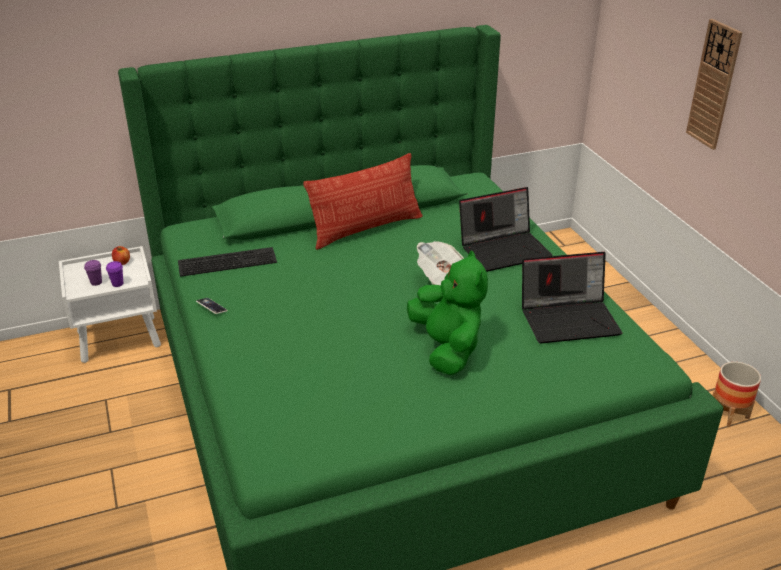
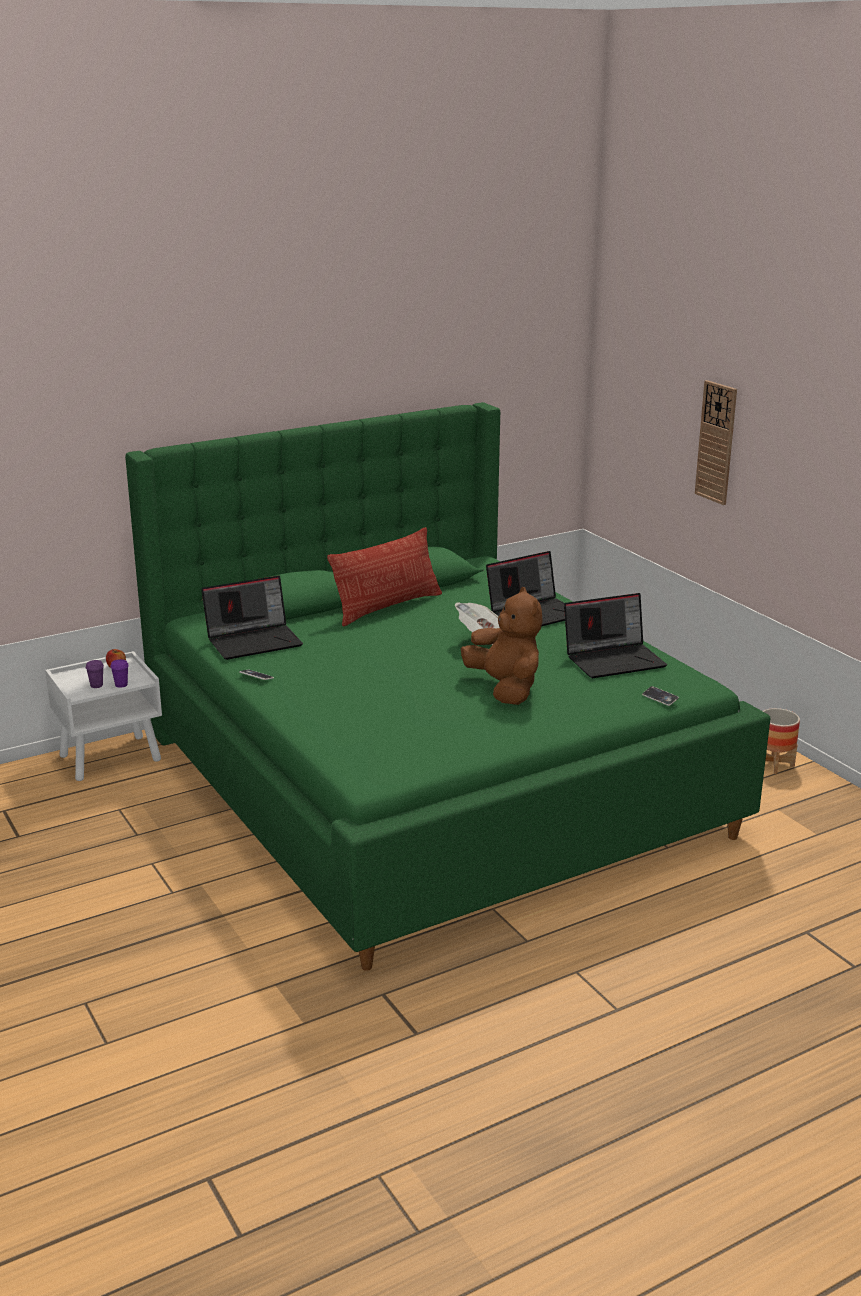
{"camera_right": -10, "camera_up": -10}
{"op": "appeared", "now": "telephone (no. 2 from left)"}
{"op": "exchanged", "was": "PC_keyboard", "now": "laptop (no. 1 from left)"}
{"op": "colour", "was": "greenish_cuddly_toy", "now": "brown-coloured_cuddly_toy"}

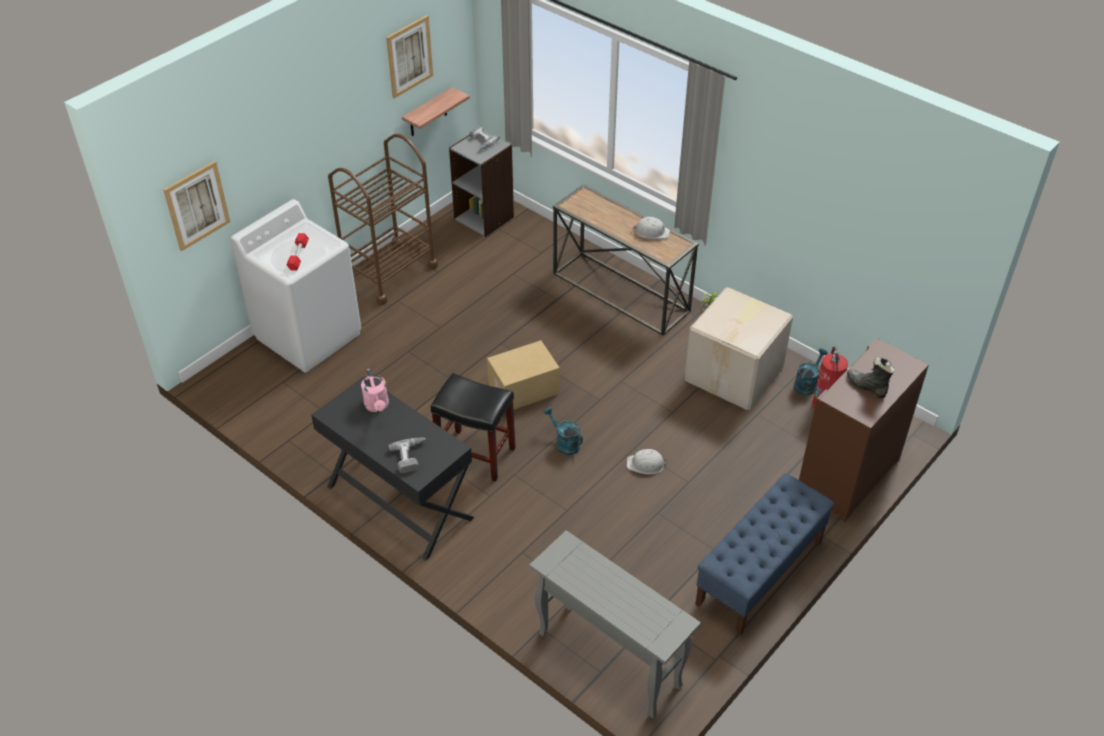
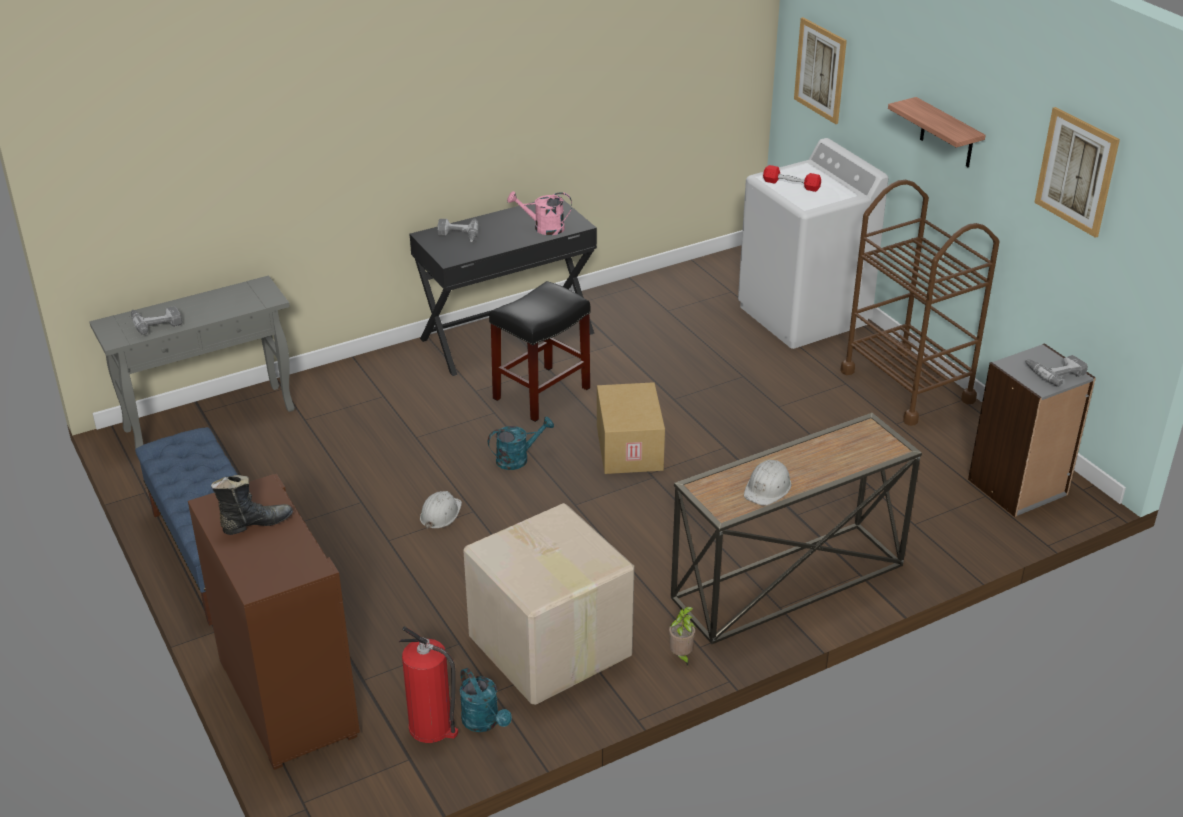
{"camera_right": 110, "camera_up": -10}
{"op": "appeared", "now": "power_drill (no. 1 from left)"}
{"op": "relocated", "was": "bracket_shelf"}

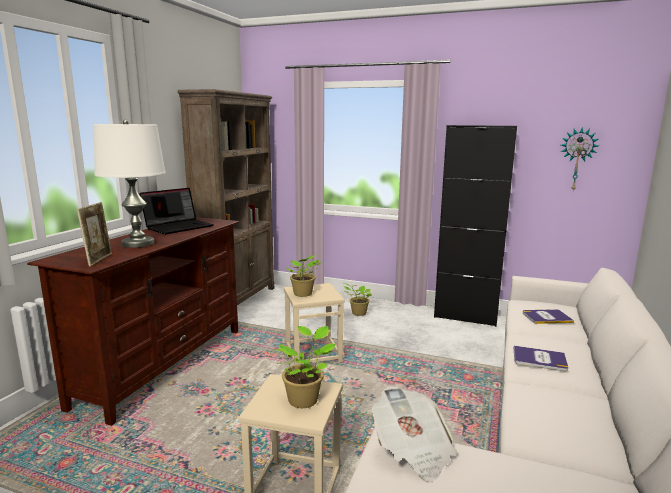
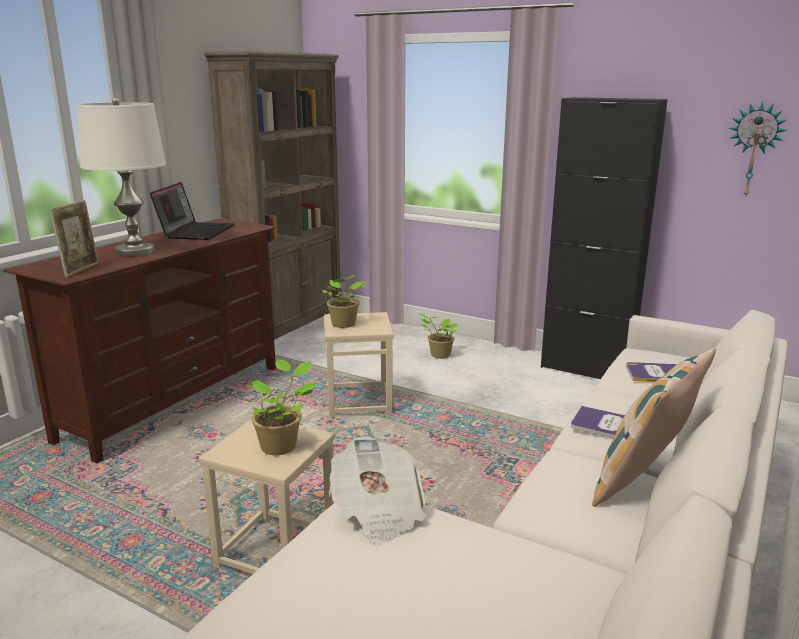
{"camera_right": 10, "camera_up": 5}
{"op": "appeared", "now": "pillow"}
{"op": "spun", "was": "laptop", "clockwise": -45}

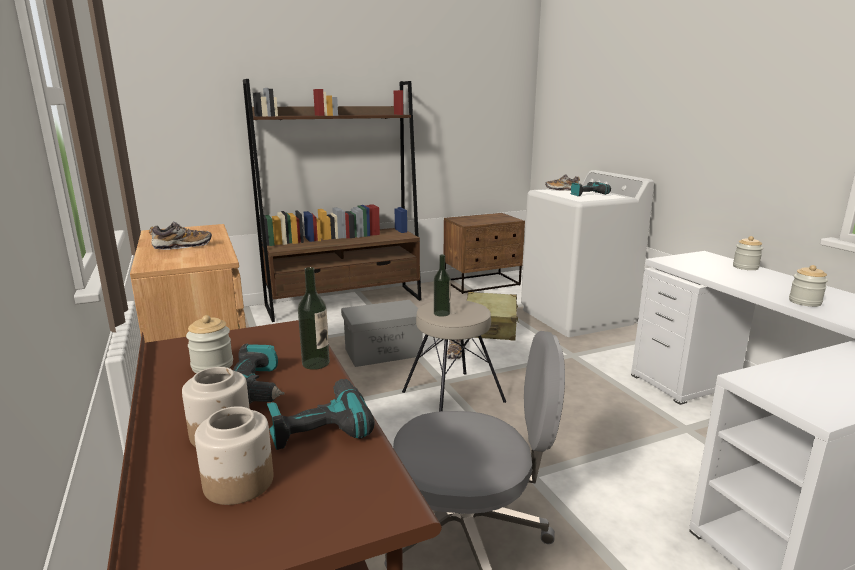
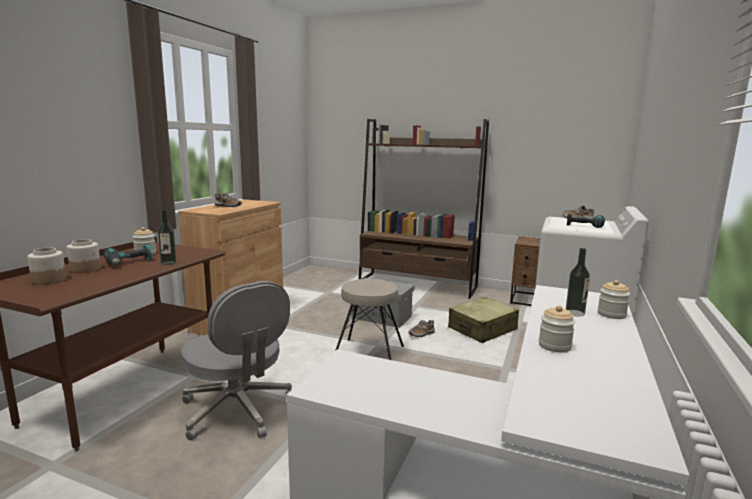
{"camera_right": 45, "camera_up": -5}
{"op": "missing", "was": "power_drill (no. 2 from left)"}
{"op": "relocated", "was": "drink_bottle (no. 2 from left)"}

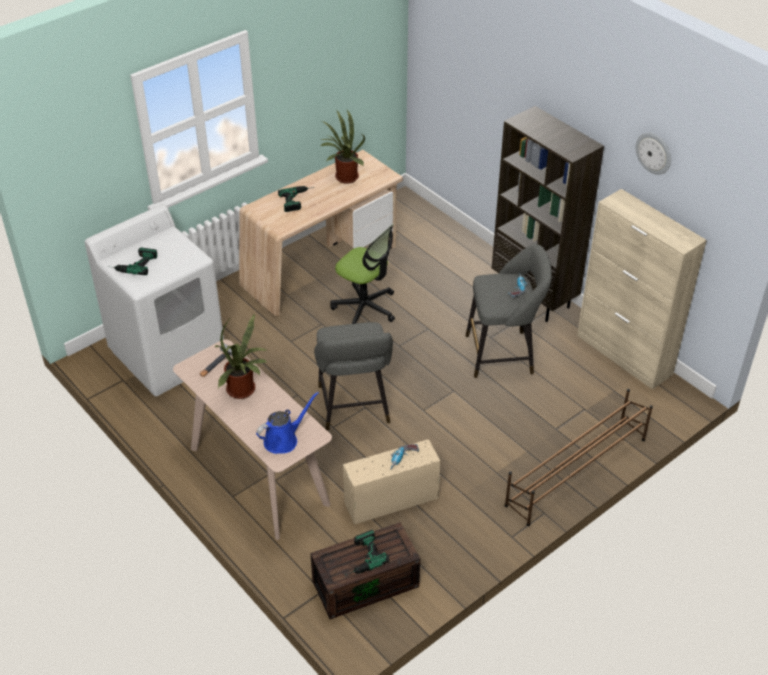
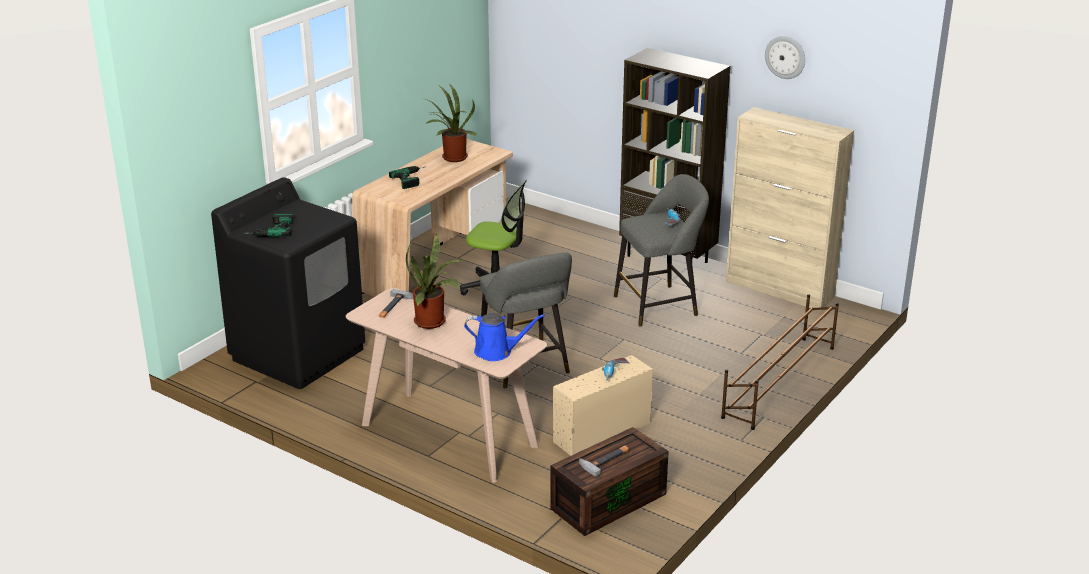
{"camera_right": -15, "camera_up": -15}
{"op": "exchanged", "was": "power_drill (no. 3 from left)", "now": "hand_hammer (no. 2 from left)"}
{"op": "colour", "was": "whitish_washing_machine", "now": "black-coloured_washing_machine"}
{"op": "spun", "was": "blue_watering_pot", "clockwise": 60}

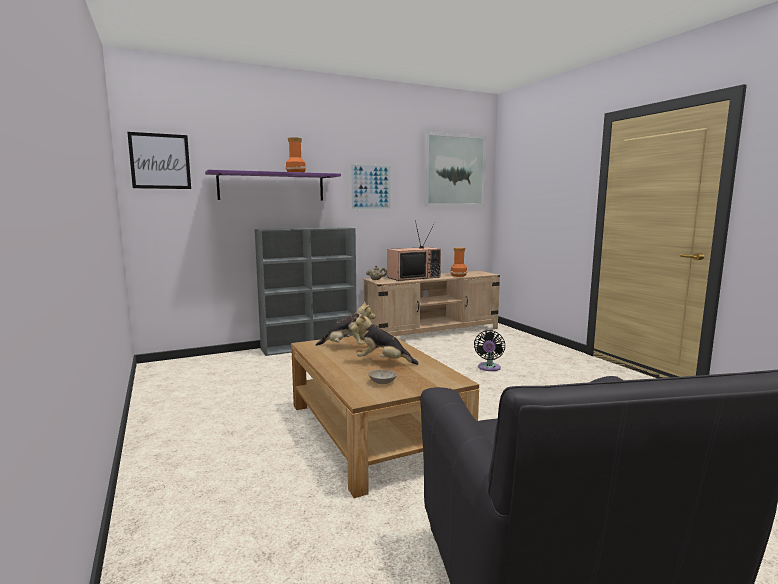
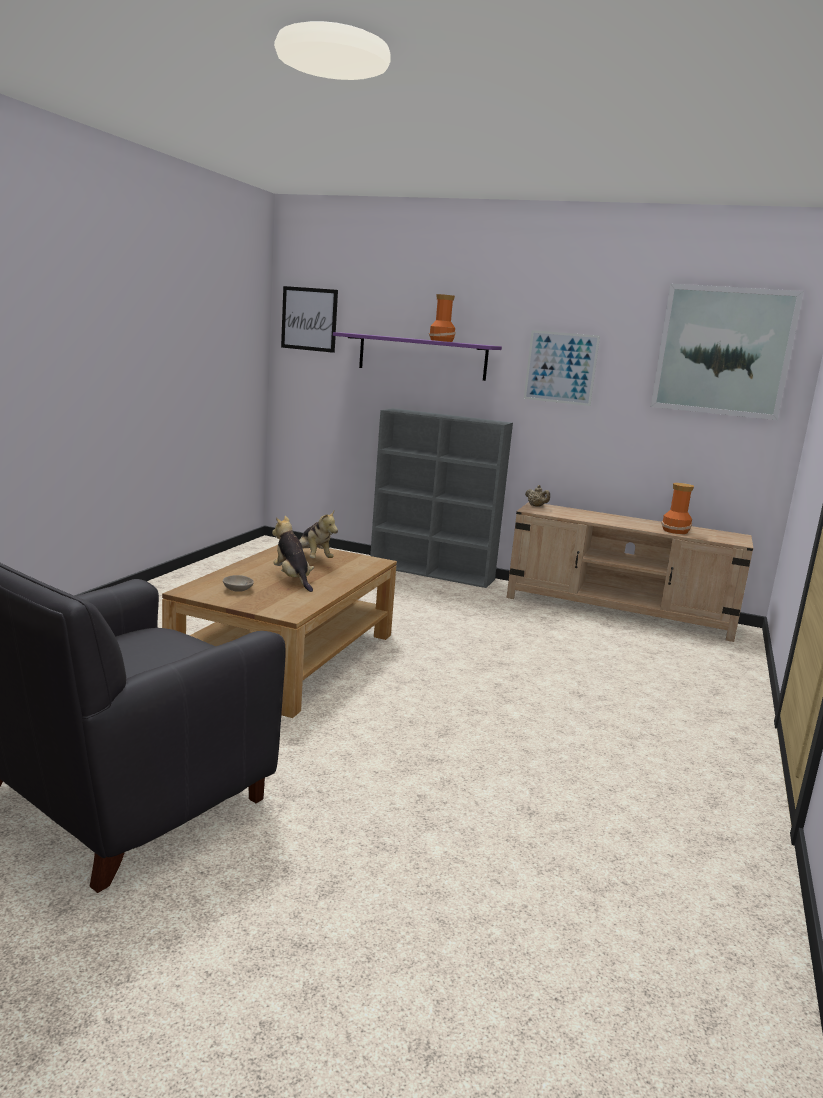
{"camera_right": 45, "camera_up": 5}
{"op": "missing", "was": "TV_set"}
{"op": "missing", "was": "black-coloured_electric_fan"}

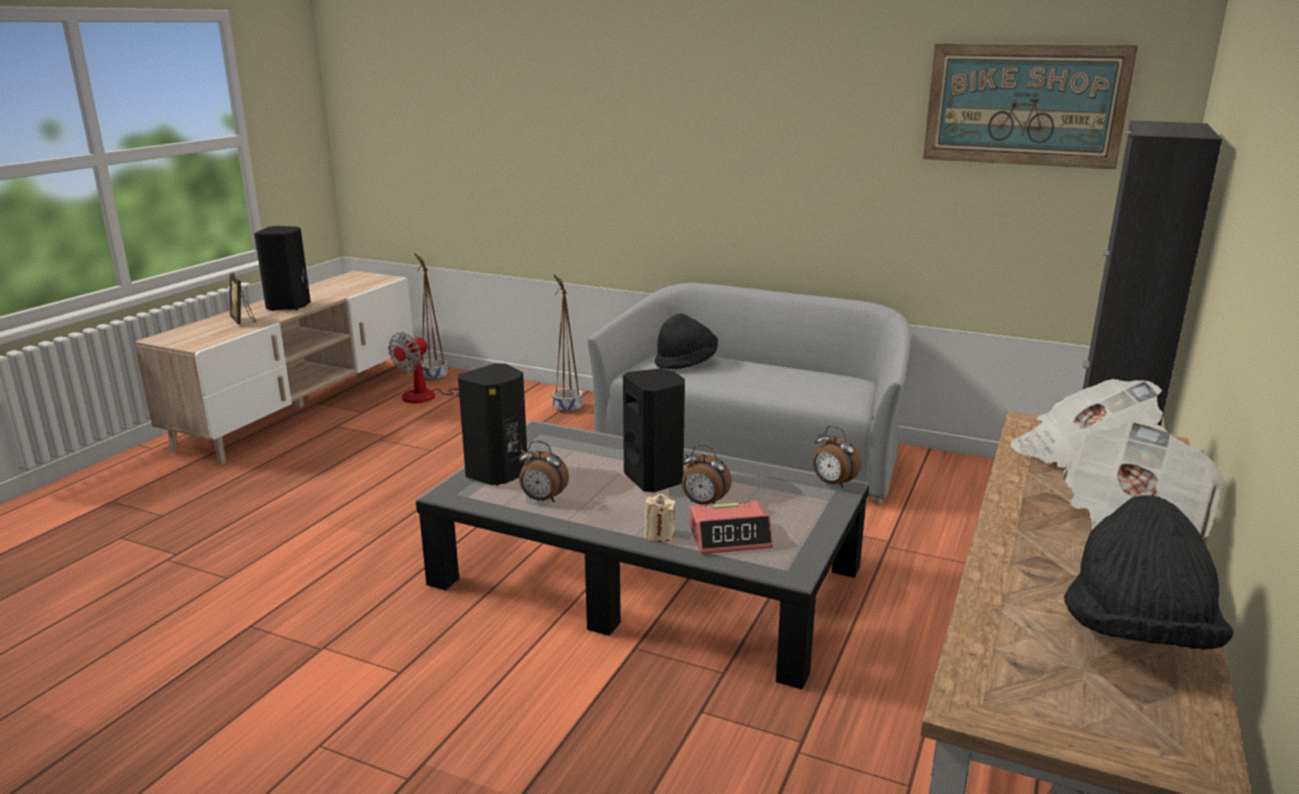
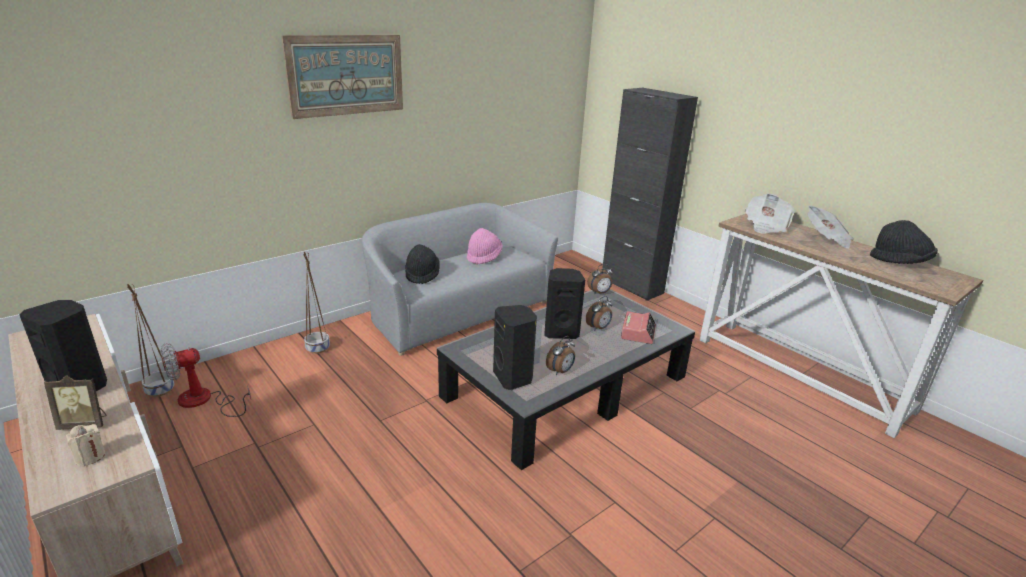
{"camera_right": -65, "camera_up": 5}
{"op": "appeared", "now": "pink-coloured_clothing_hat"}
{"op": "relocated", "was": "sand-coloured_candle"}
{"op": "relocated", "was": "wall_picture"}
{"op": "spun", "was": "electric_fan", "clockwise": 90}

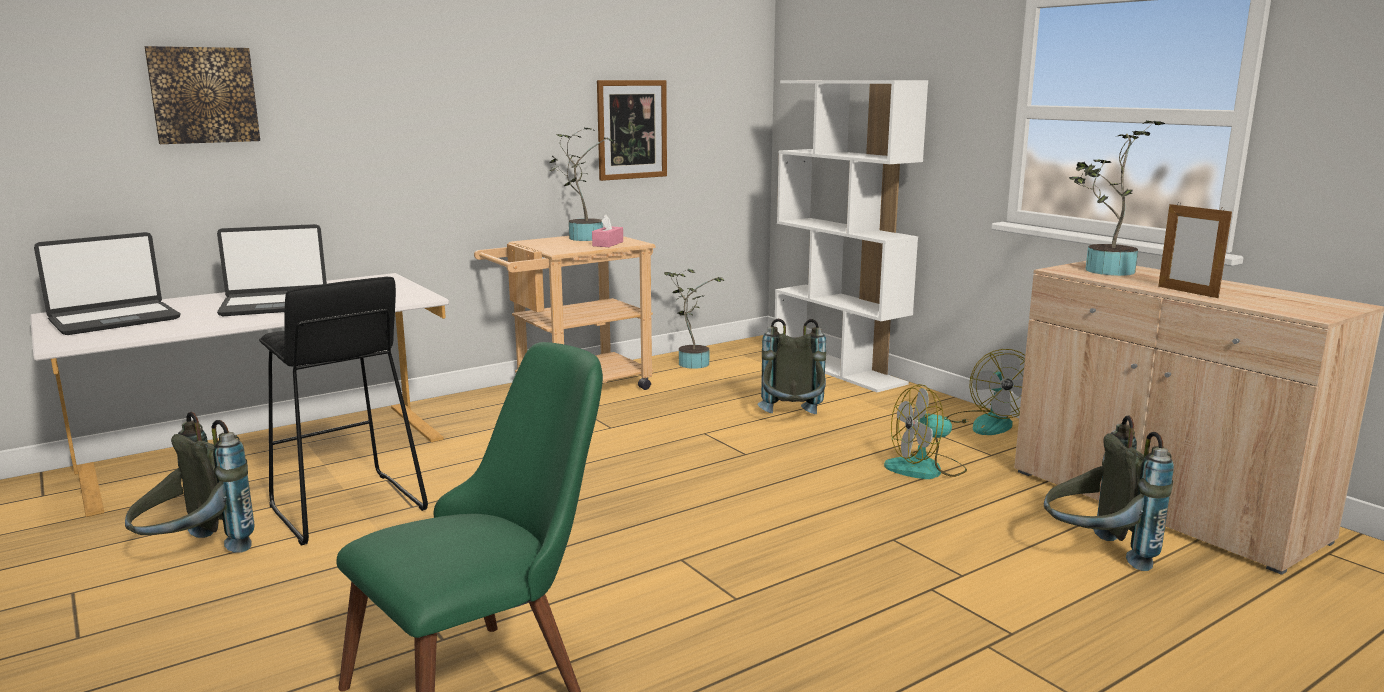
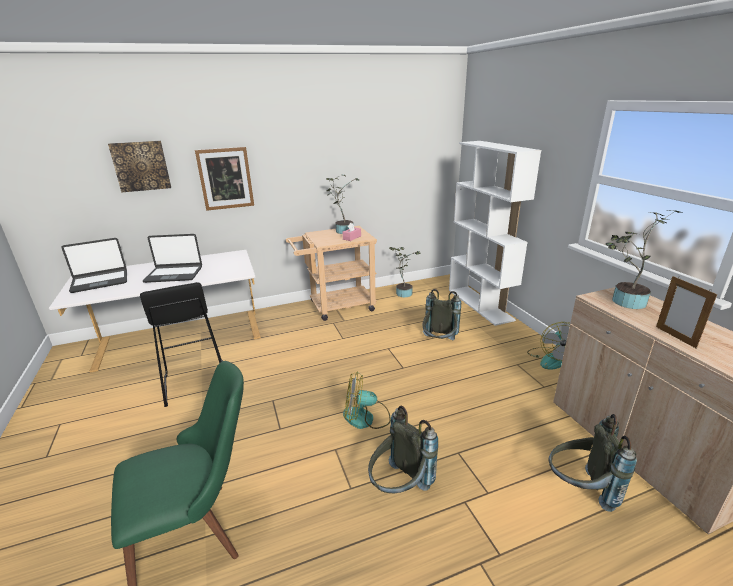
{"camera_right": 15, "camera_up": 10}
{"op": "relocated", "was": "grey_rucksack (no. 1 from left)"}
{"op": "relocated", "was": "wall_picture (no. 2 from left)"}
{"op": "relocated", "was": "electric_fan (no. 1 from left)"}

